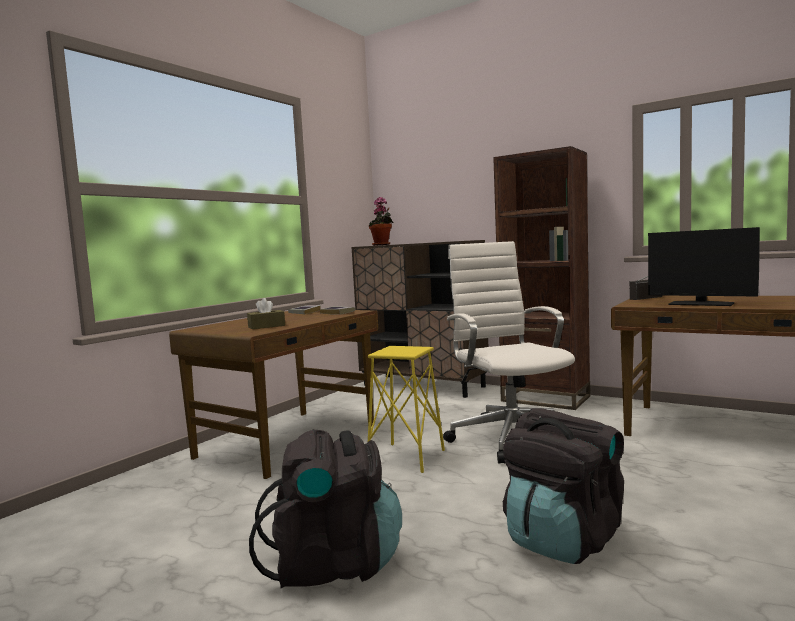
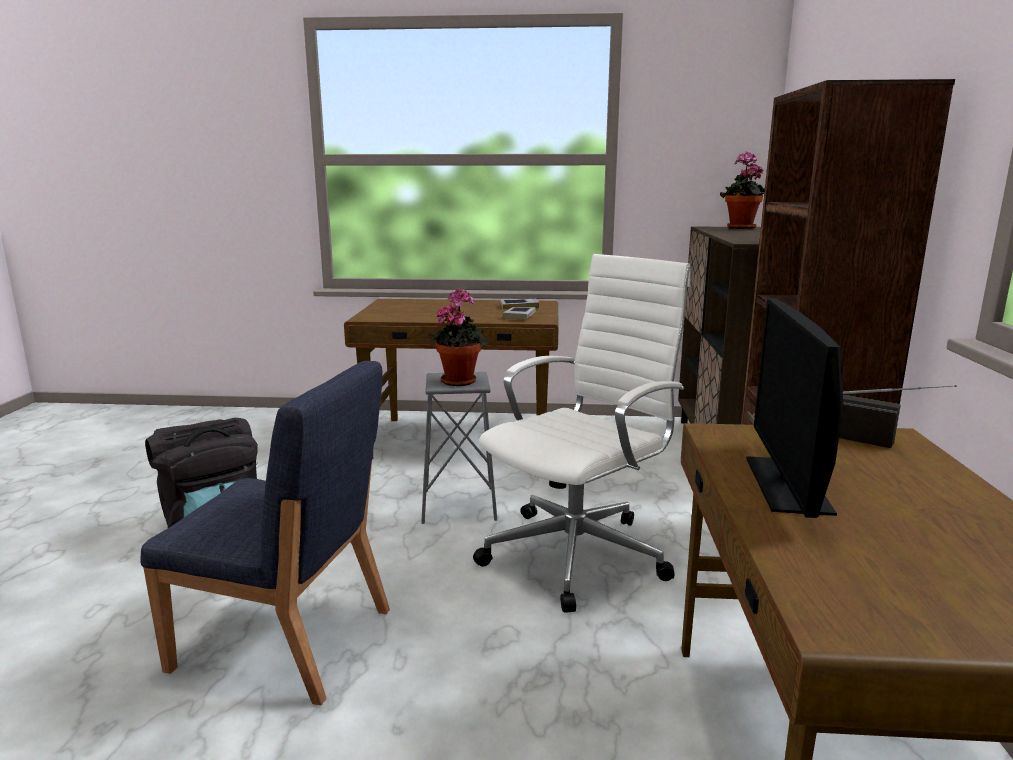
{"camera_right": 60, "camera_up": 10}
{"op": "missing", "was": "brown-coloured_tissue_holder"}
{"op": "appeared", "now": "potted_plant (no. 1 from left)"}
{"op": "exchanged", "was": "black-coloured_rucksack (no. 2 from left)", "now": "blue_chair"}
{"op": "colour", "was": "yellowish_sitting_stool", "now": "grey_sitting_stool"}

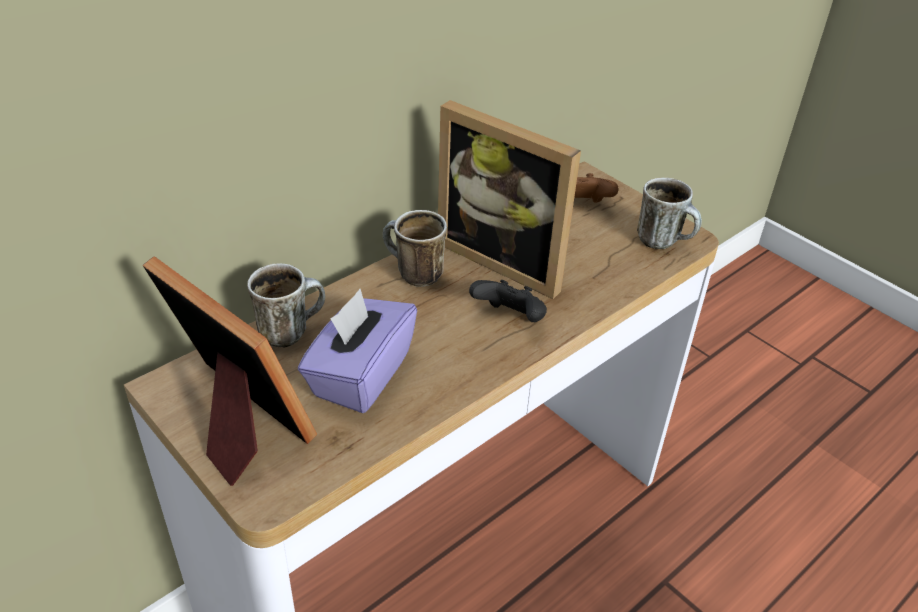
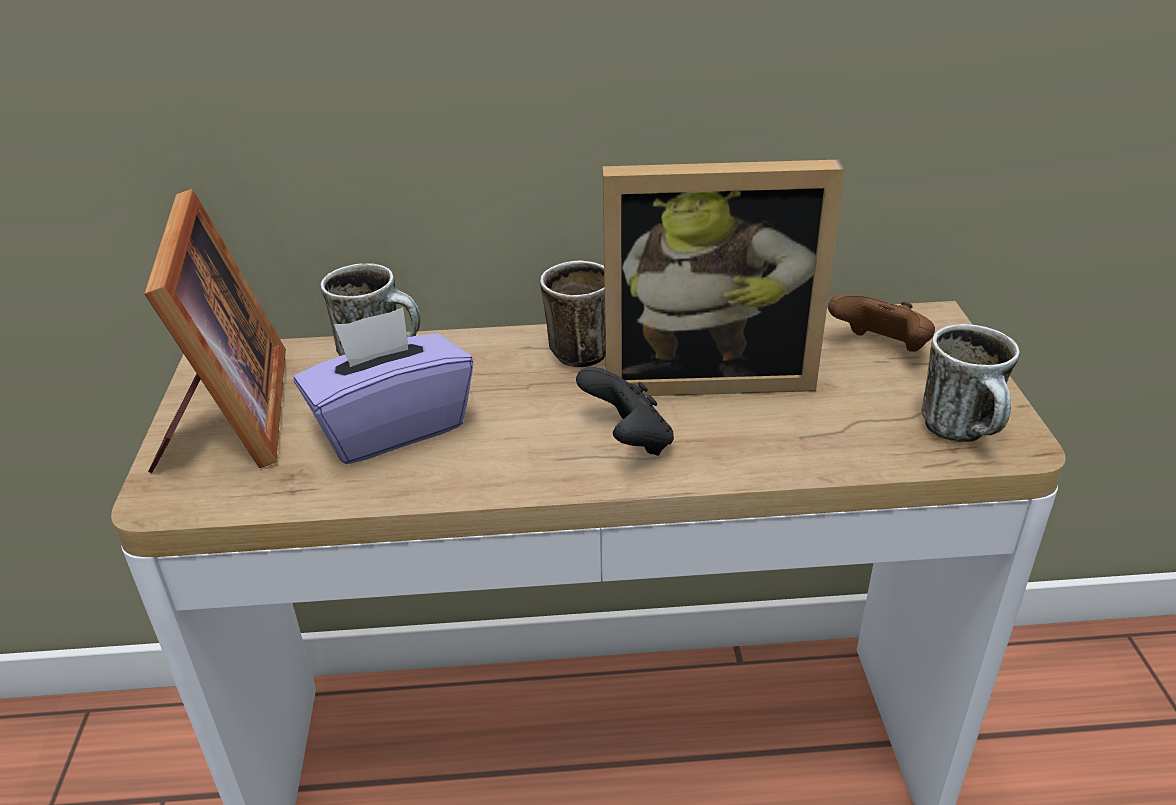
{"camera_right": 40, "camera_up": -5}
{"op": "spun", "was": "picture_frame (no. 2 from left)", "clockwise": -75}

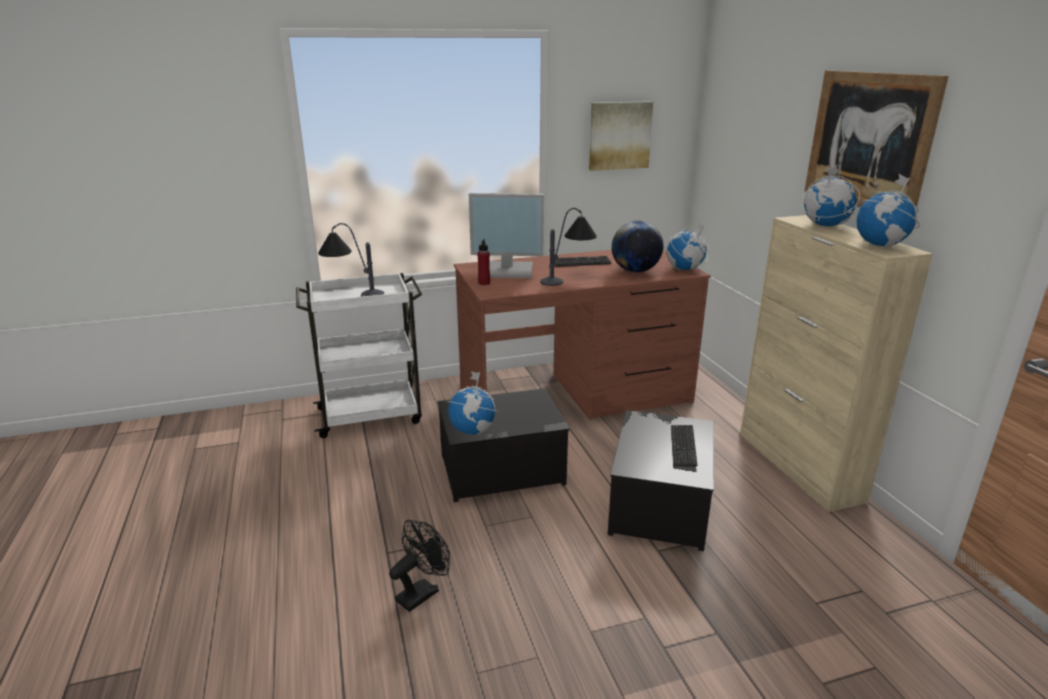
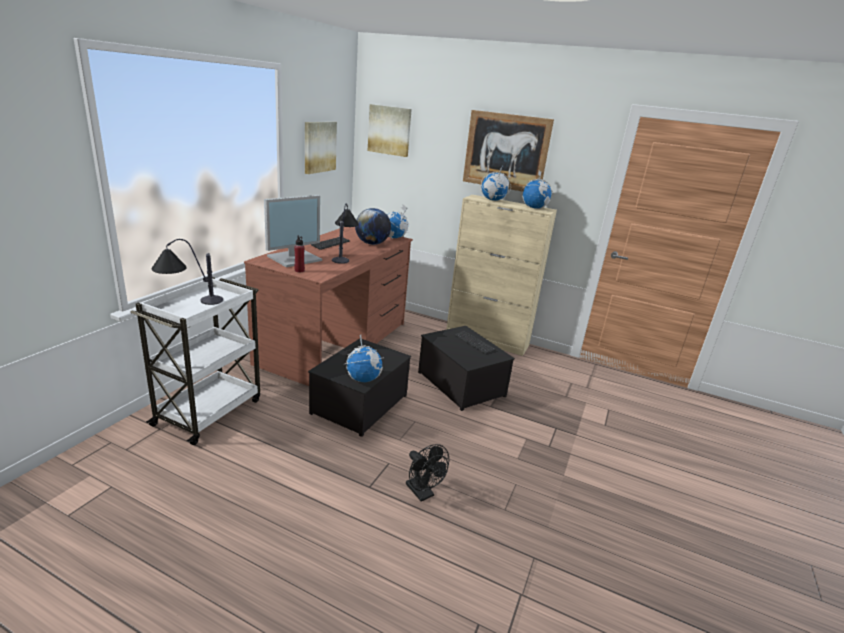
{"camera_right": -50, "camera_up": 0}
{"op": "appeared", "now": "wall_picture (no. 2 from left)"}
{"op": "spun", "was": "black-coloured_electric_fan", "clockwise": 150}

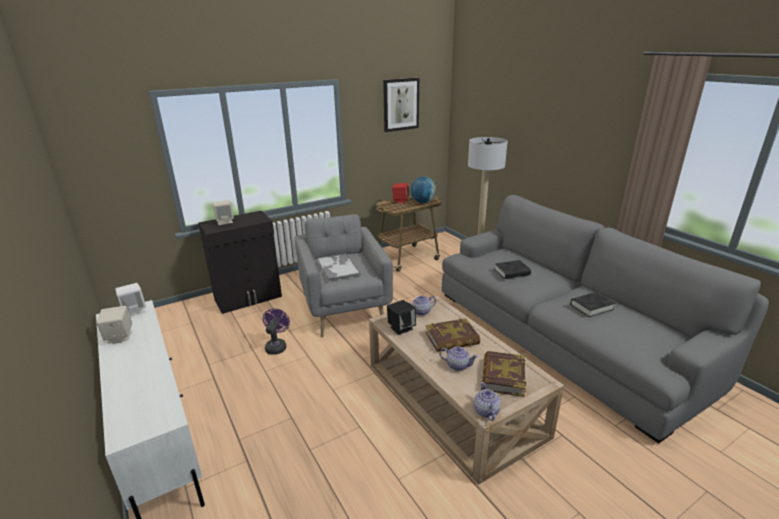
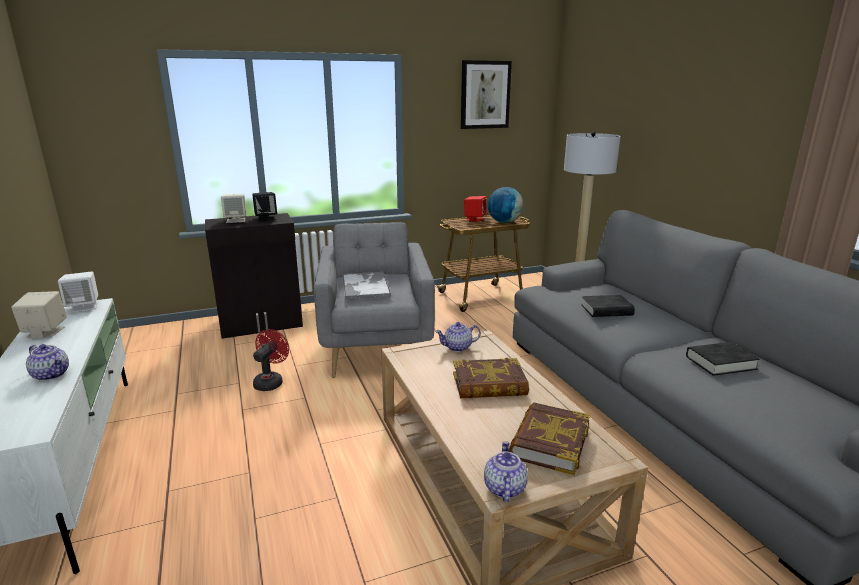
{"camera_right": 10, "camera_up": -5}
{"op": "relocated", "was": "black-coloured_loudspeaker"}
{"op": "relocated", "was": "tea_pot (no. 2 from left in the first image)", "now": "tea_pot (no. 1 from left)"}
{"op": "colour", "was": "purple-coloured_electric_fan", "now": "reddish_electric_fan"}

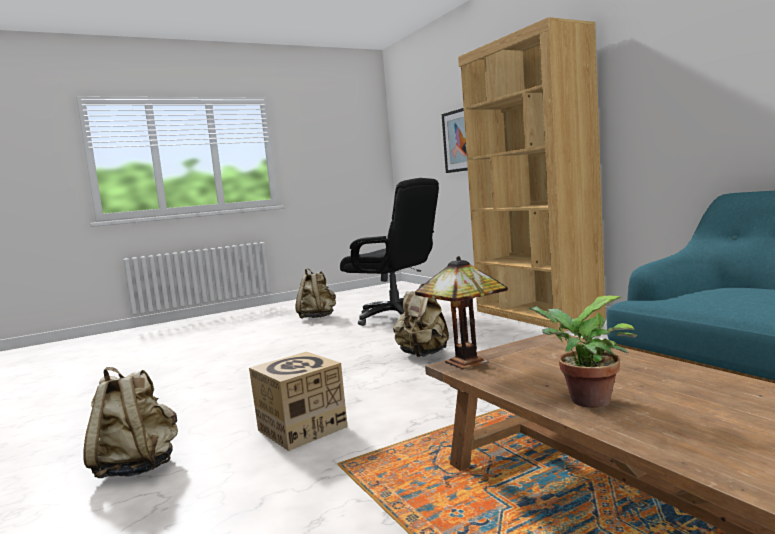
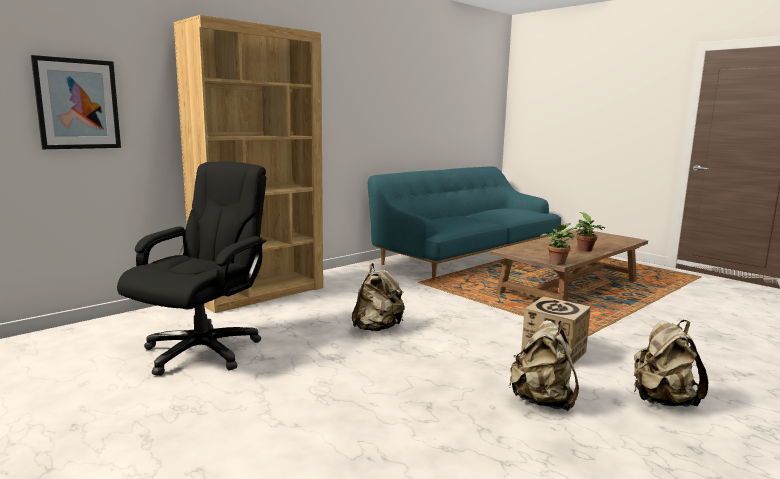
{"camera_right": -105, "camera_up": 5}
{"op": "relocated", "was": "sand-coloured_rucksack (no. 2 from left)"}
{"op": "exchanged", "was": "tabletop_lamp", "now": "potted_plant (no. 1 from left)"}

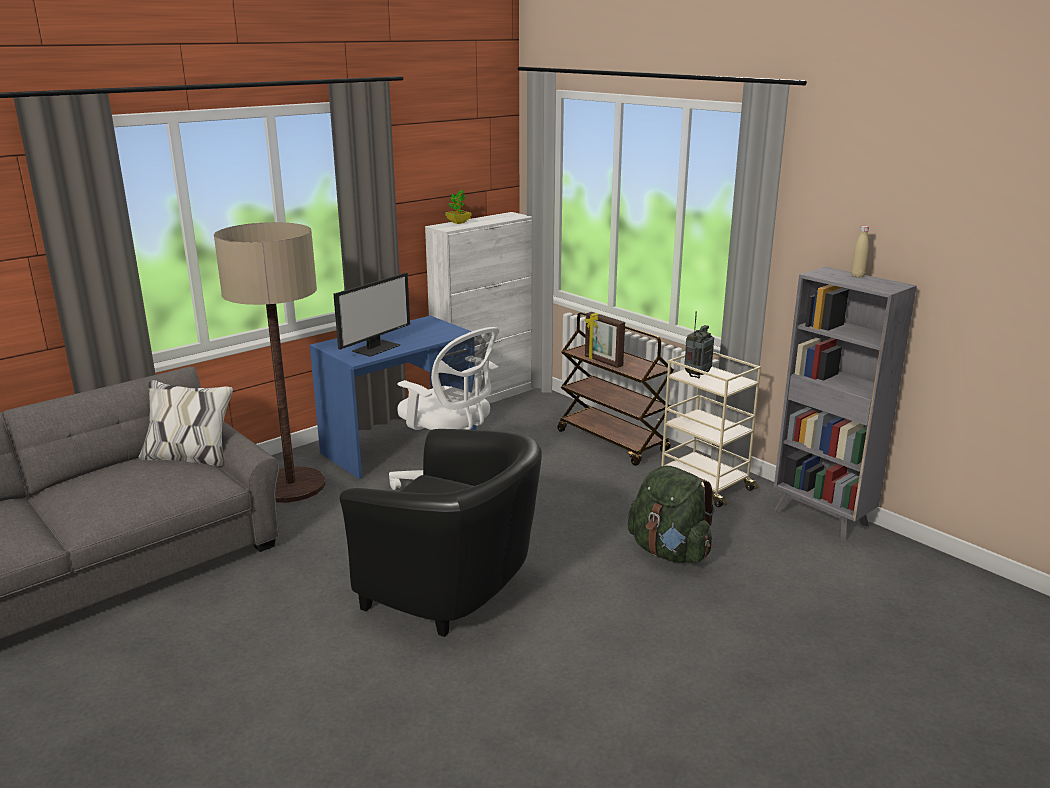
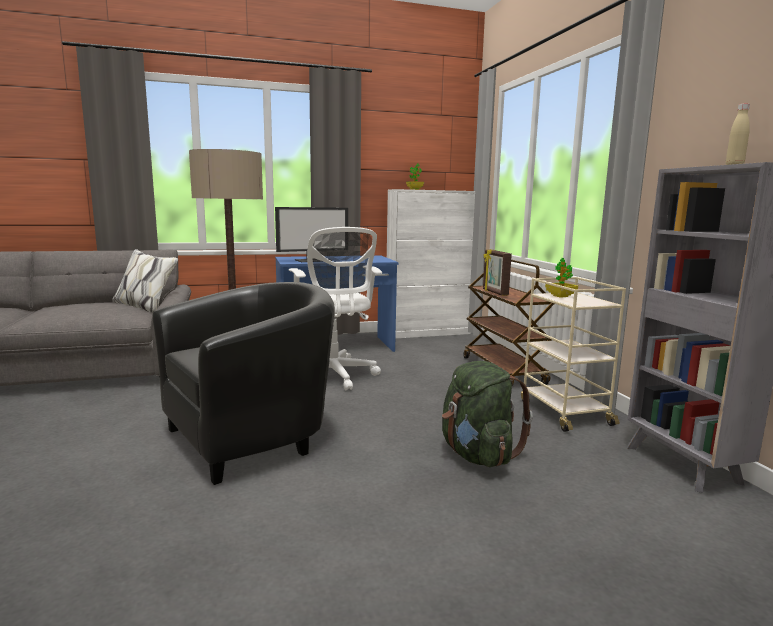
{"camera_right": 25, "camera_up": -10}
{"op": "exchanged", "was": "radio", "now": "potted_plant (no. 2 from left)"}
{"op": "spun", "was": "black-coloured_lounge_chair", "clockwise": -90}

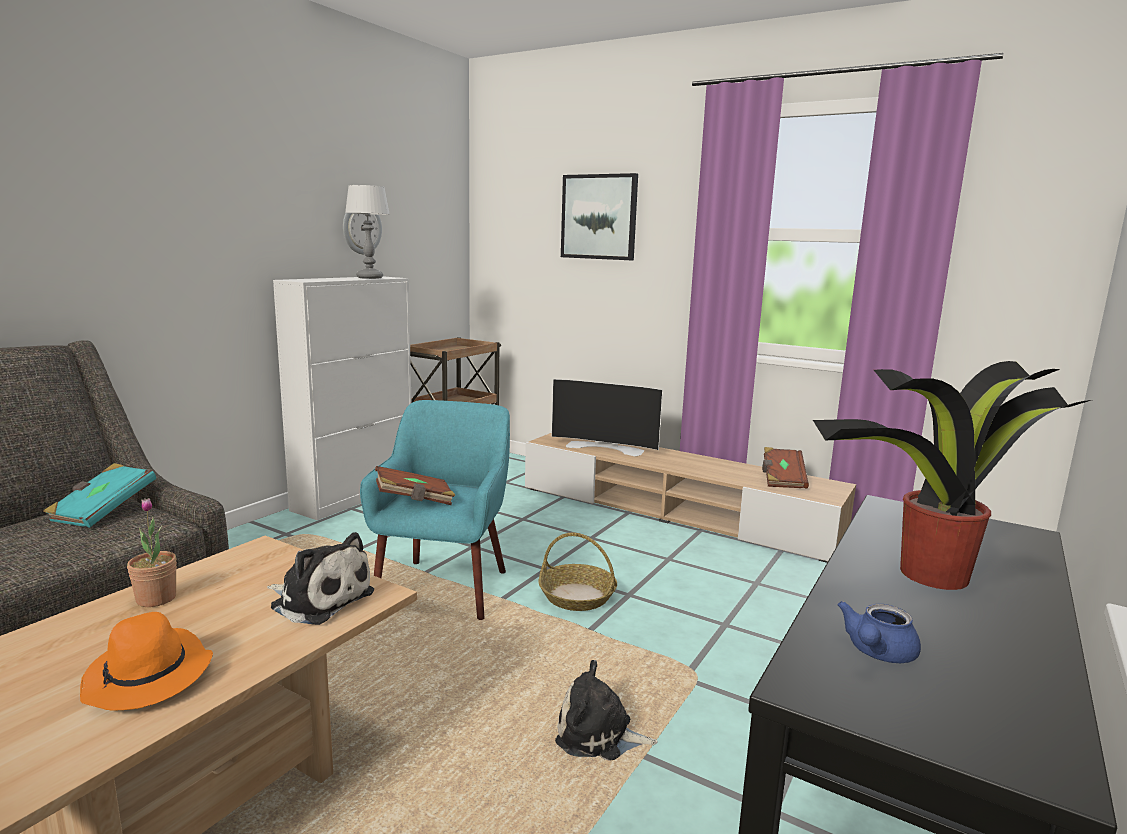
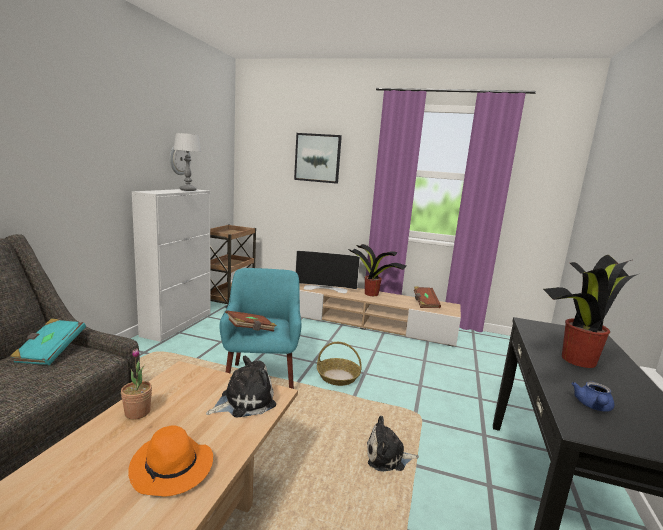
{"camera_right": -15, "camera_up": 0}
{"op": "appeared", "now": "potted_plant (no. 2 from left)"}
{"op": "spun", "was": "cuddly_toy (no. 1 from left)", "clockwise": -45}

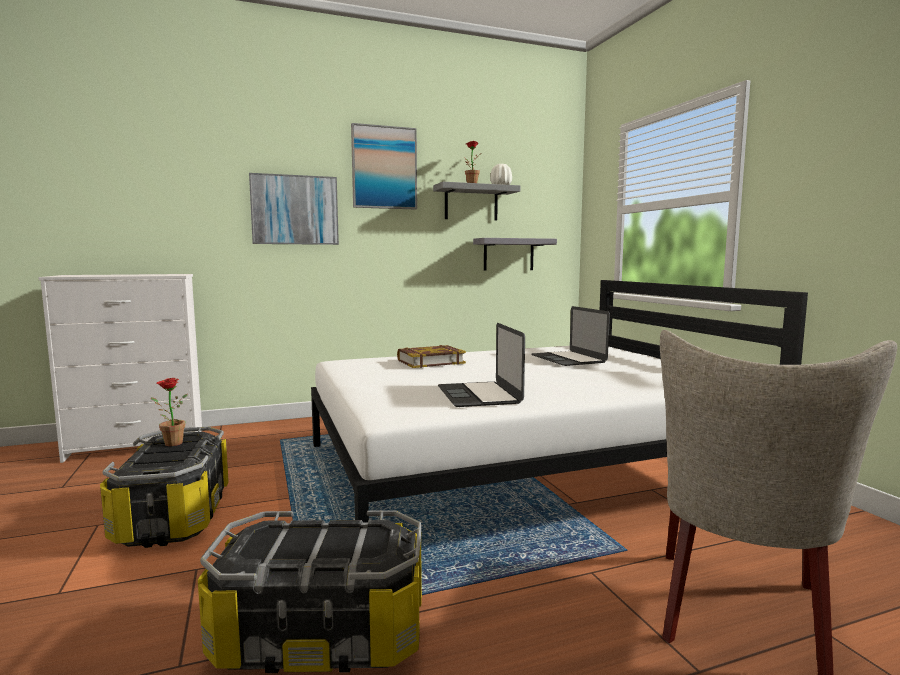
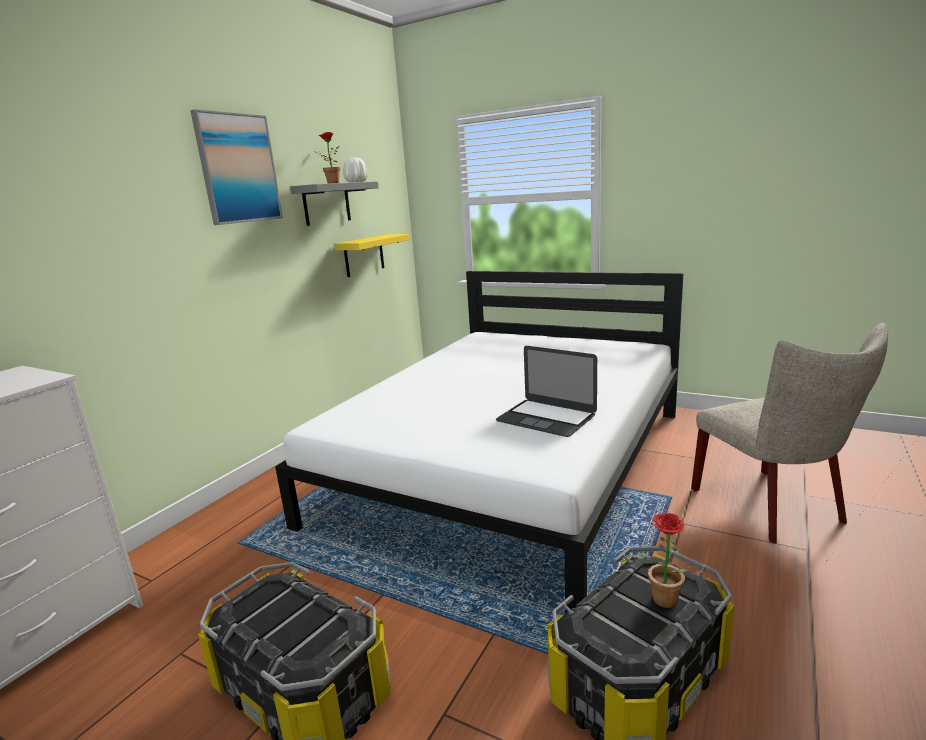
{"camera_right": -40, "camera_up": 10}
{"op": "missing", "was": "wall_picture (no. 1 from left)"}
{"op": "missing", "was": "book"}
{"op": "missing", "was": "laptop (no. 2 from left)"}
{"op": "relocated", "was": "potted_plant (no. 1 from left in the first image)", "now": "potted_plant (no. 2 from left)"}
{"op": "colour", "was": "grey_bracket_shelf (no. 2 from left)", "now": "yellowish_bracket_shelf"}

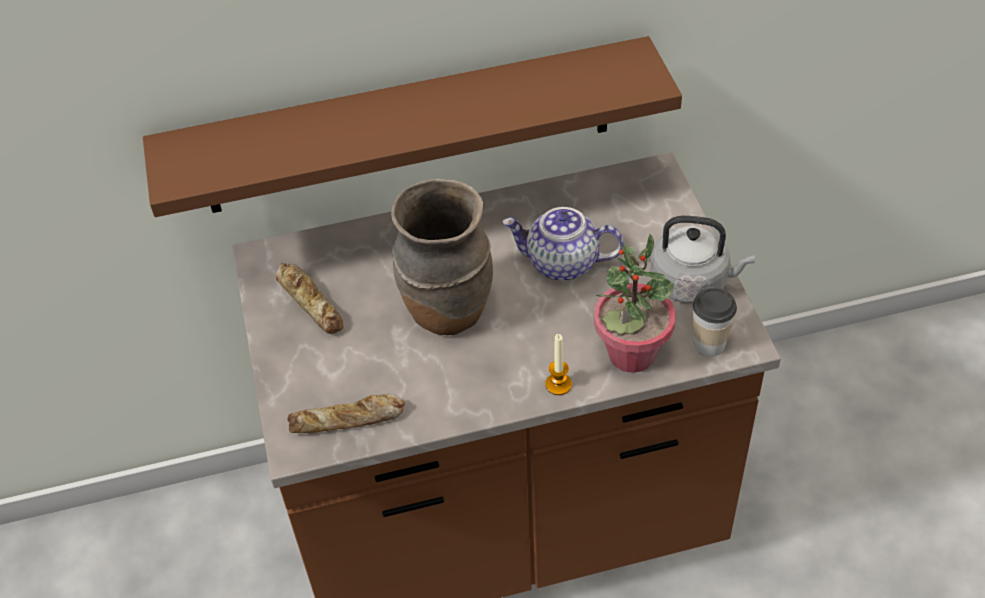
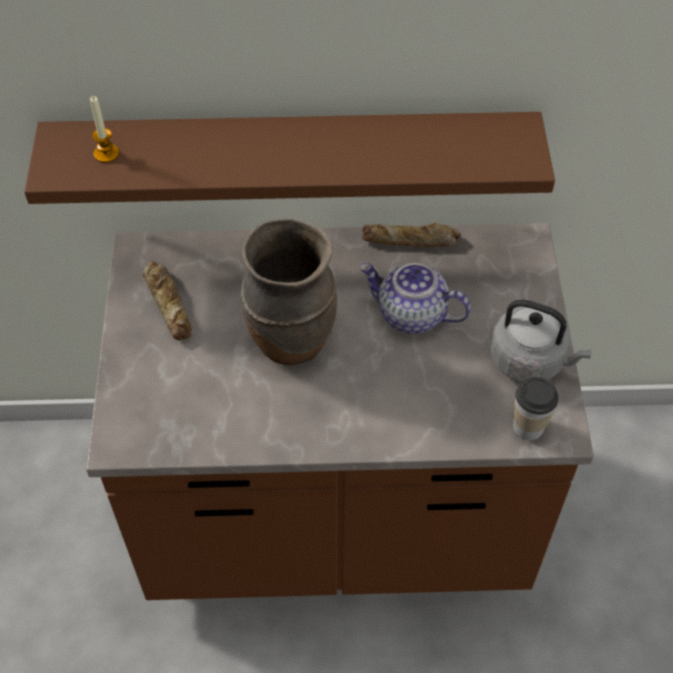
{"camera_right": 10, "camera_up": 5}
{"op": "missing", "was": "potted_plant"}
{"op": "relocated", "was": "bread (no. 2 from left)"}
{"op": "relocated", "was": "candle"}

